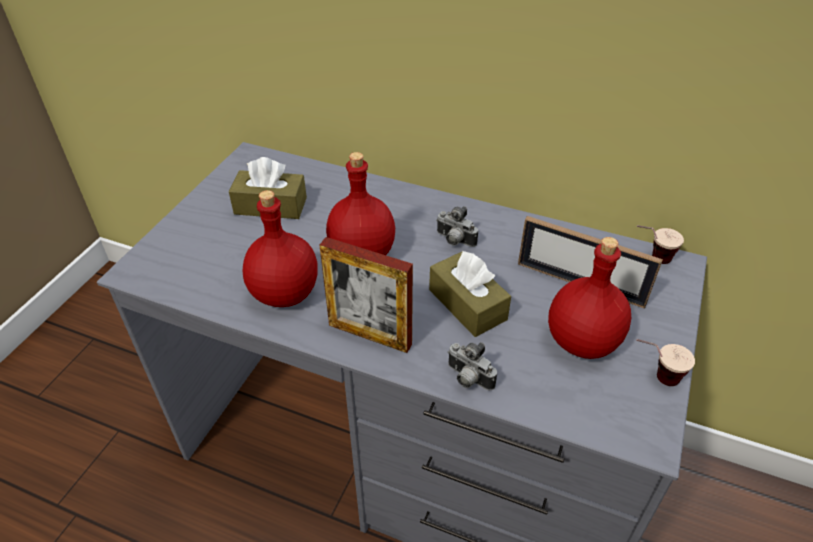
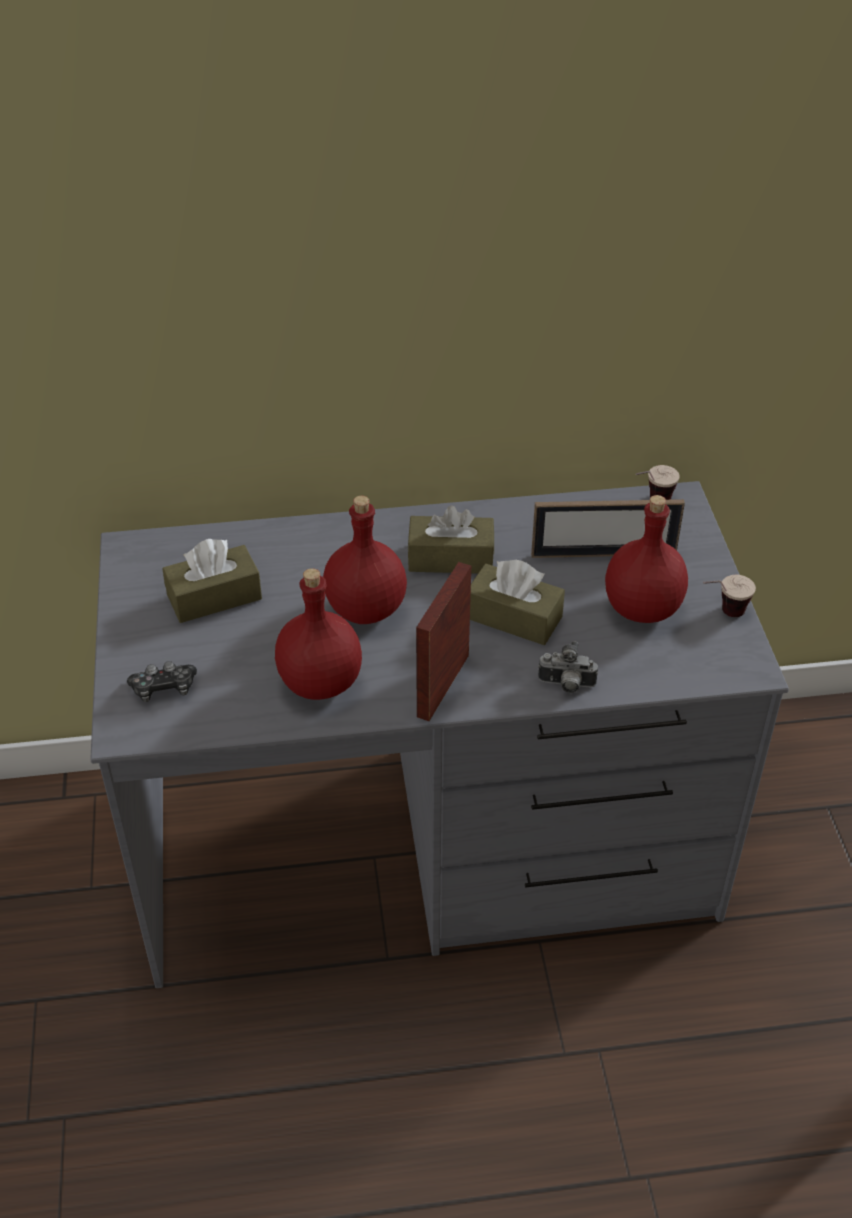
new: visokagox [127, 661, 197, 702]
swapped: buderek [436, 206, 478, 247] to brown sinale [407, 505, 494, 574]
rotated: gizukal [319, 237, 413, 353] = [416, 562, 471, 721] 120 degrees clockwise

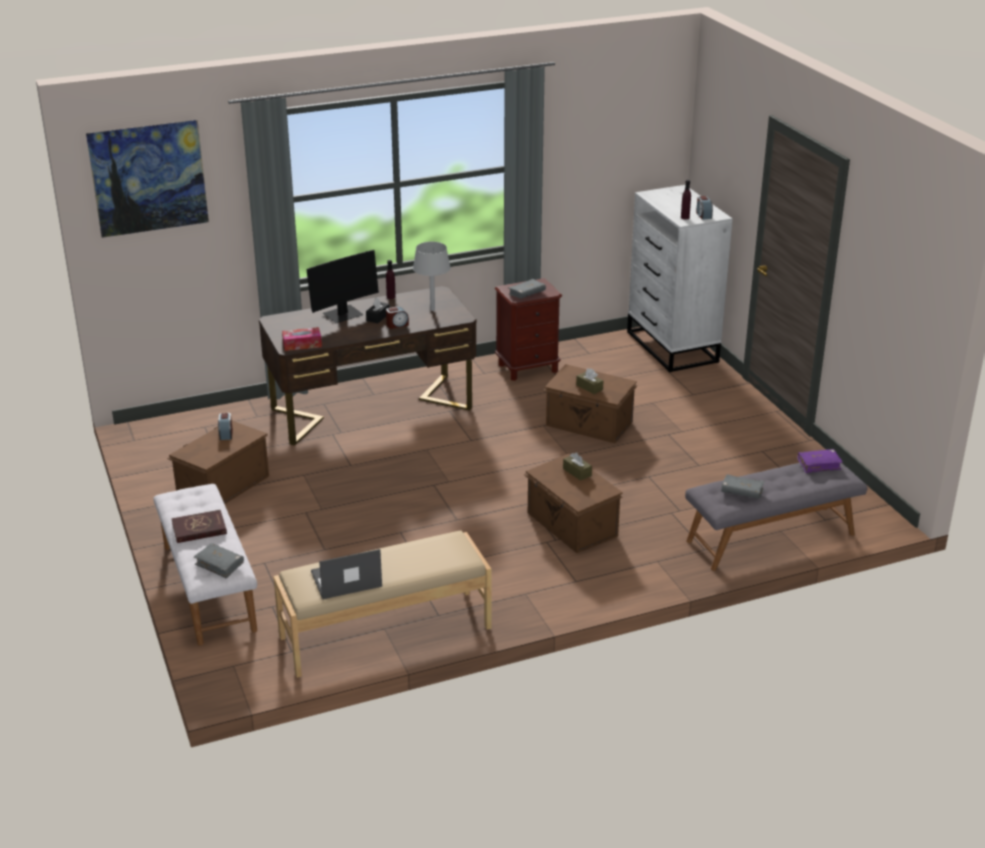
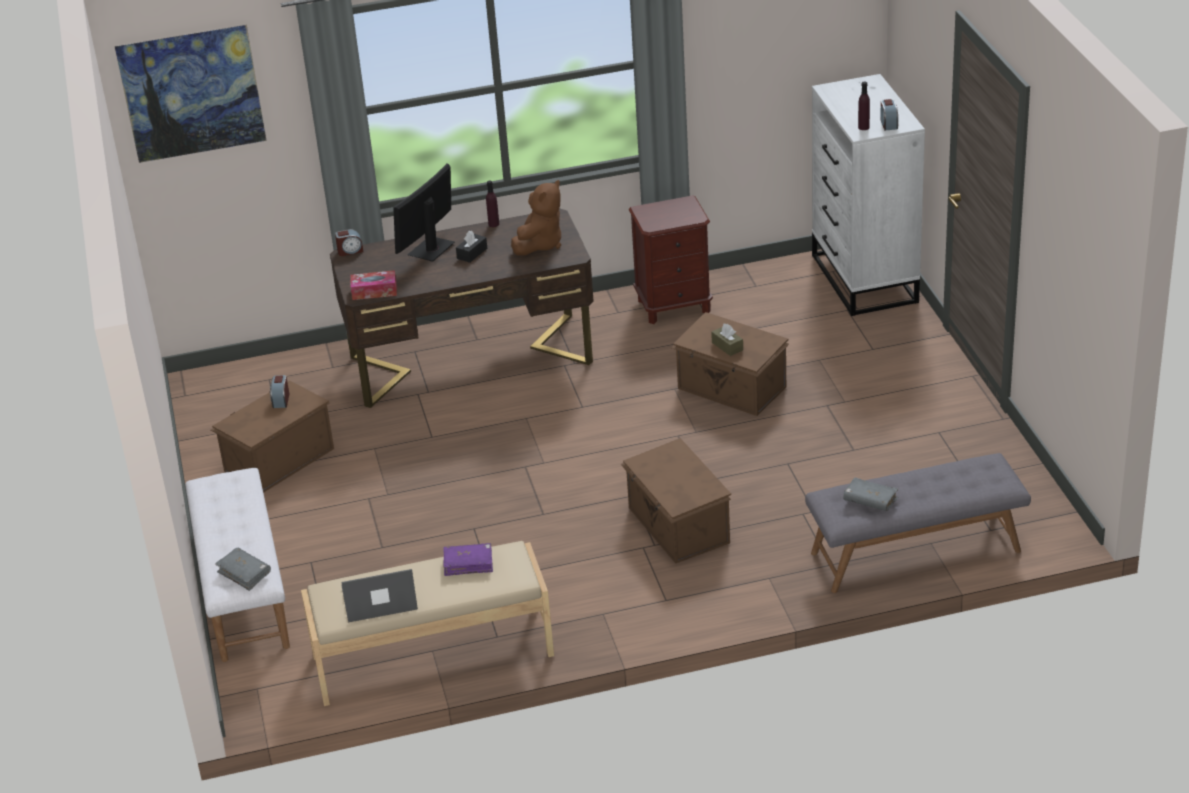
gone: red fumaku [171, 510, 227, 543]; grey fumaku [508, 279, 546, 299]; brown sinale [563, 452, 592, 481]
shifted: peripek [386, 307, 409, 329] to [335, 229, 363, 256]; purple fumaku [797, 449, 843, 473] to [443, 543, 493, 576]
swapped: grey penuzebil [413, 242, 451, 311] to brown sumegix [511, 180, 562, 256]
rotated: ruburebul [307, 250, 379, 323] = [393, 163, 455, 262] 150 degrees clockwise

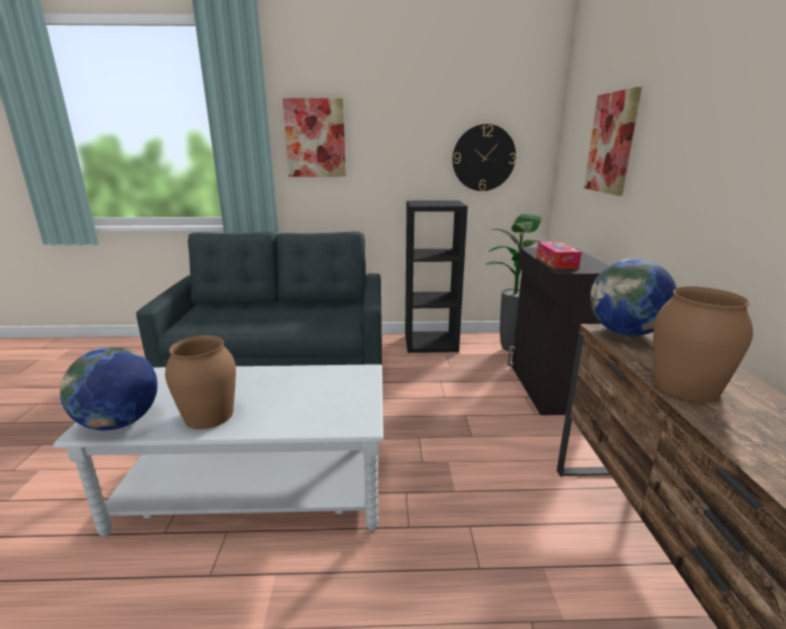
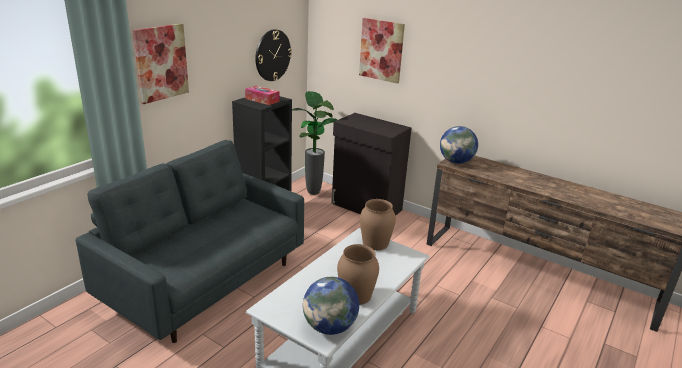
shifted: sinale [536, 242, 582, 269] to [245, 86, 280, 105]; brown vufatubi [653, 286, 753, 402] to [360, 199, 396, 250]

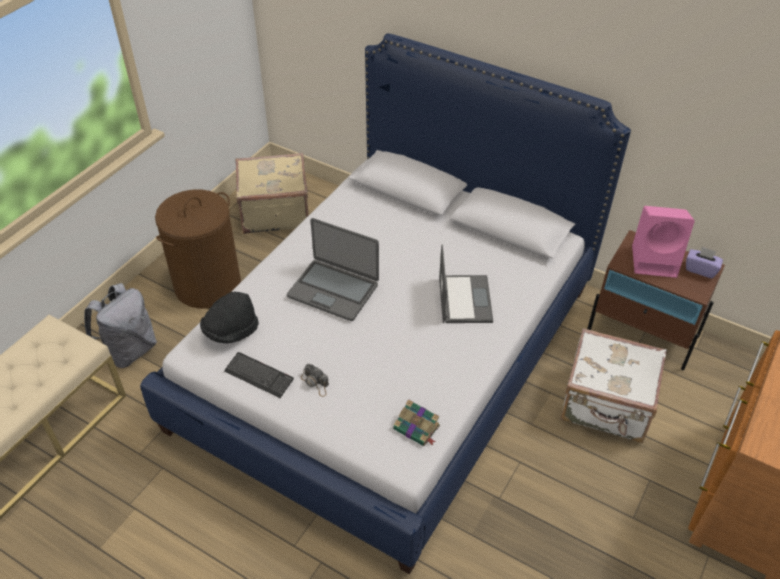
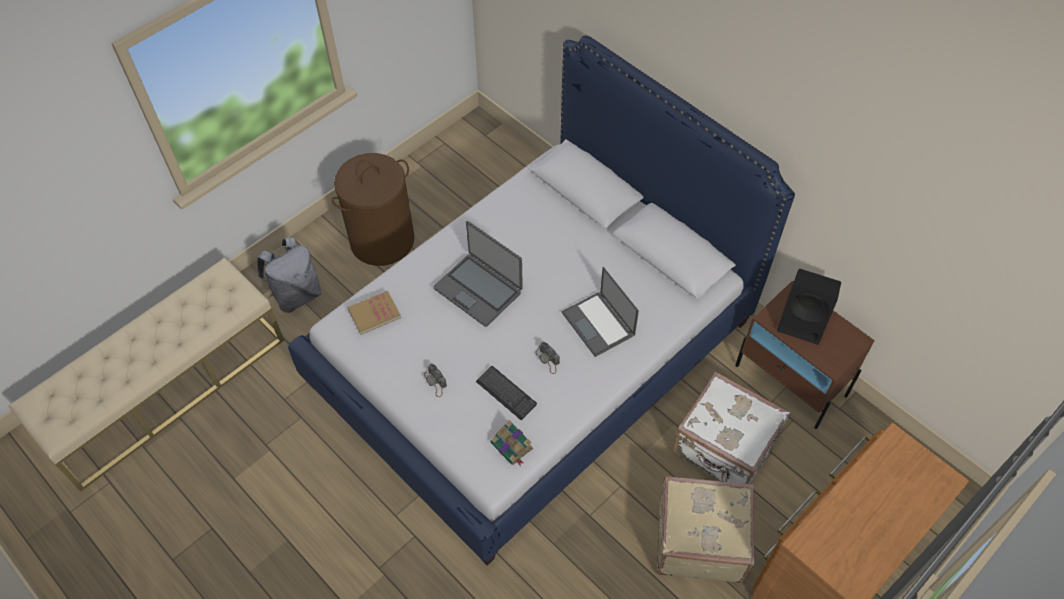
gone: purple sinale [686, 247, 723, 278]
new: buderek [535, 342, 560, 374]
shifted: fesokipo [224, 352, 294, 398] to [476, 366, 537, 421]; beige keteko [235, 153, 309, 234] to [657, 476, 755, 583]
swapped: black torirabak [200, 291, 259, 344] to fumaku [347, 291, 401, 335]
repainted: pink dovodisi [632, 206, 695, 278] to black dovodisi [777, 269, 841, 345]
rotated: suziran [439, 245, 493, 323] = [562, 267, 639, 357] 135 degrees clockwise

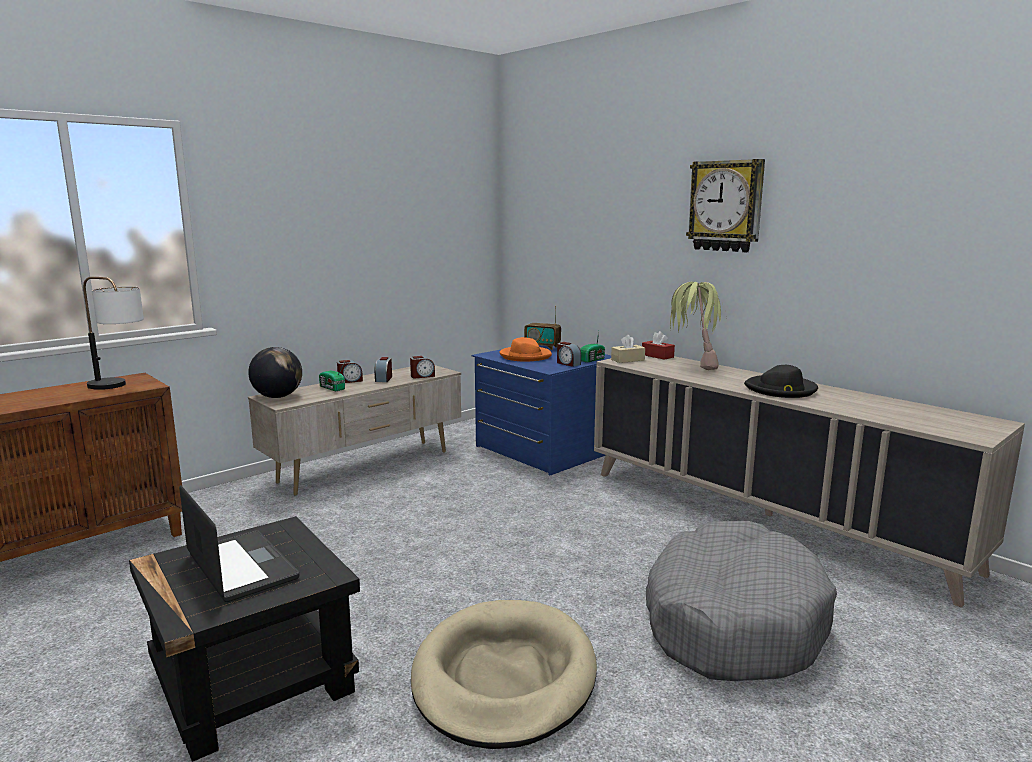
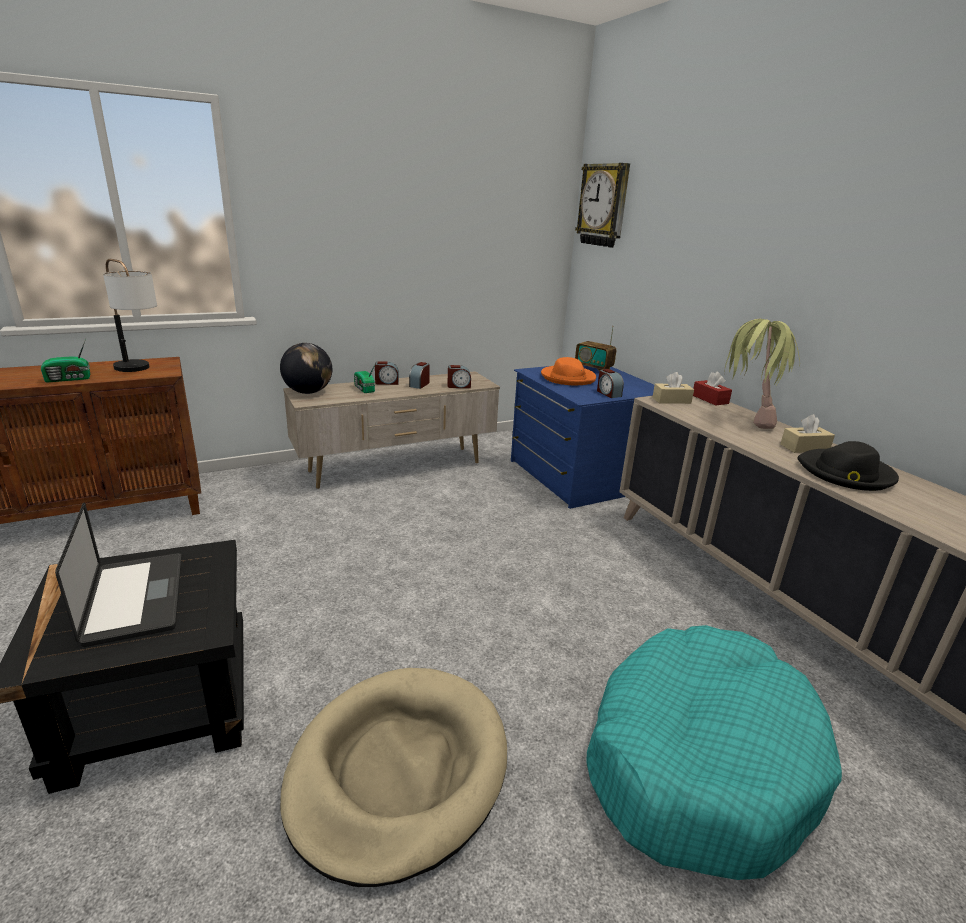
new: beige sinale [781, 414, 835, 453]
shifted: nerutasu [580, 331, 605, 363] to [41, 339, 90, 383]; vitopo [686, 159, 765, 252] to [575, 163, 630, 248]
repainted: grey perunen [646, 521, 837, 681] to turquoise perunen [586, 625, 842, 880]

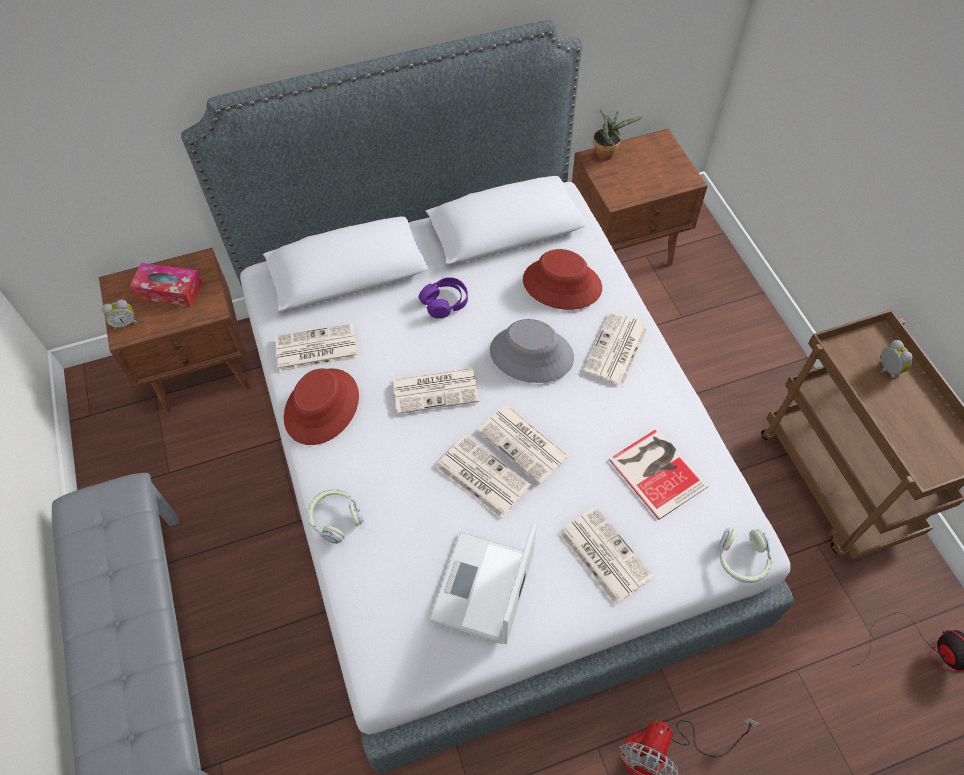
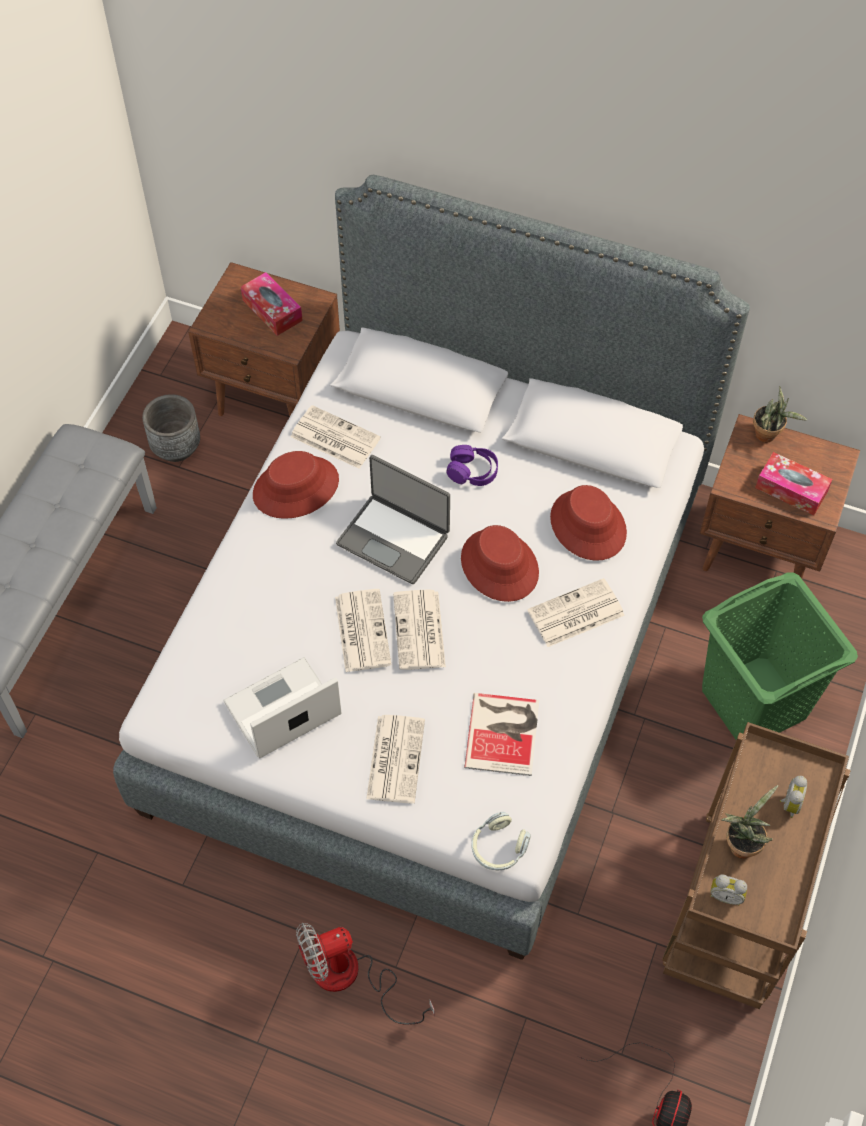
gone: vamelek [307, 489, 364, 544]
new: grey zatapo [142, 394, 200, 462]; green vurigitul [702, 572, 858, 740]; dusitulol [721, 785, 779, 859]; sinale [755, 452, 832, 515]
shifted: peripek [102, 299, 137, 330] to [710, 875, 747, 905]
swapped: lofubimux [393, 368, 479, 414] to suziran [336, 455, 450, 584]
repainted: grey torirabak [490, 319, 574, 383] to red torirabak [461, 525, 539, 602]

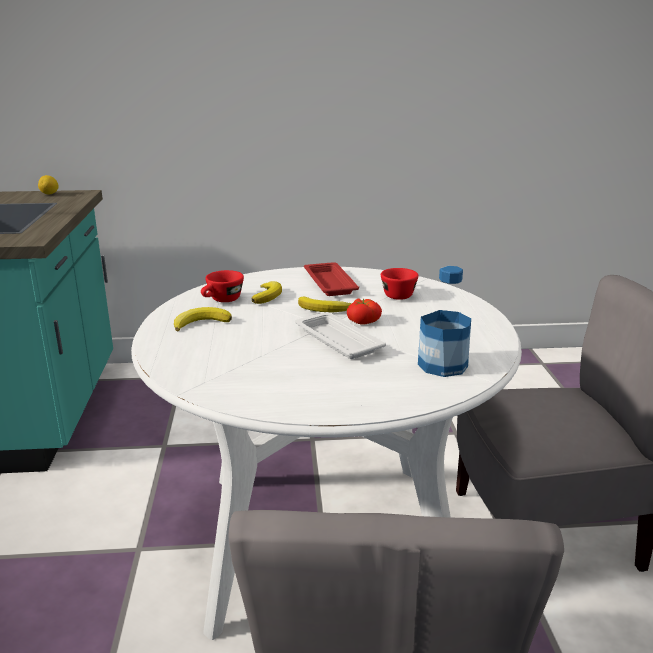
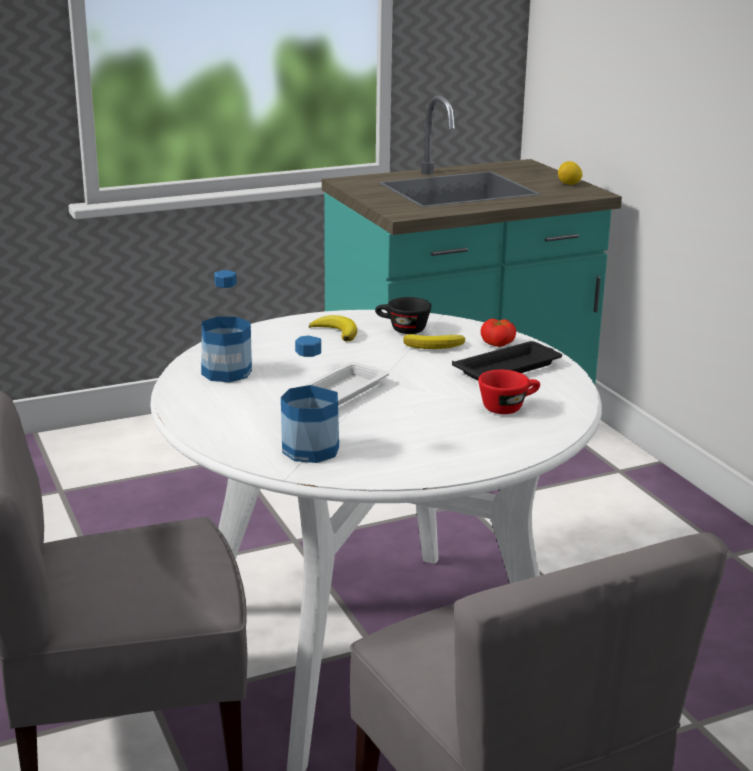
gone: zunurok [298, 297, 351, 312]
new: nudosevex [201, 270, 252, 382]
shifted: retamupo [347, 299, 382, 325] to [480, 319, 516, 347]
repainted: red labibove [201, 270, 244, 302] to black labibove [375, 297, 431, 334]; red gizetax [304, 262, 359, 296] to black gizetax [452, 341, 562, 381]

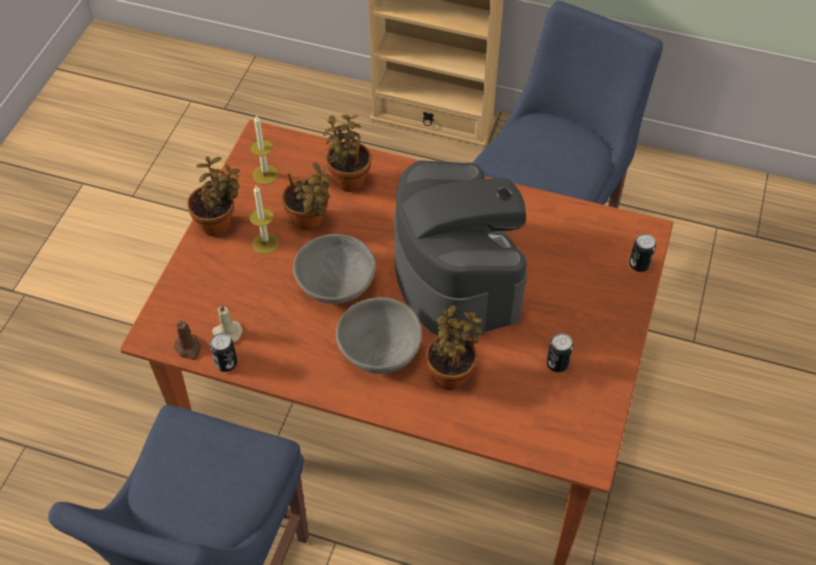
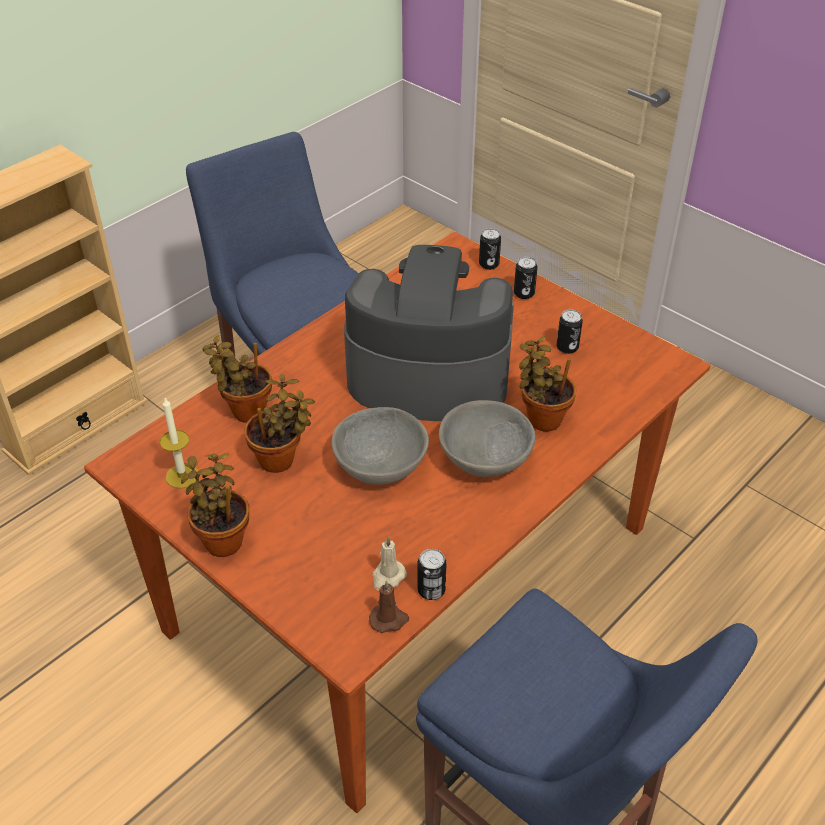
gone: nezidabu [249, 186, 279, 254]
new: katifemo [514, 257, 538, 299]

